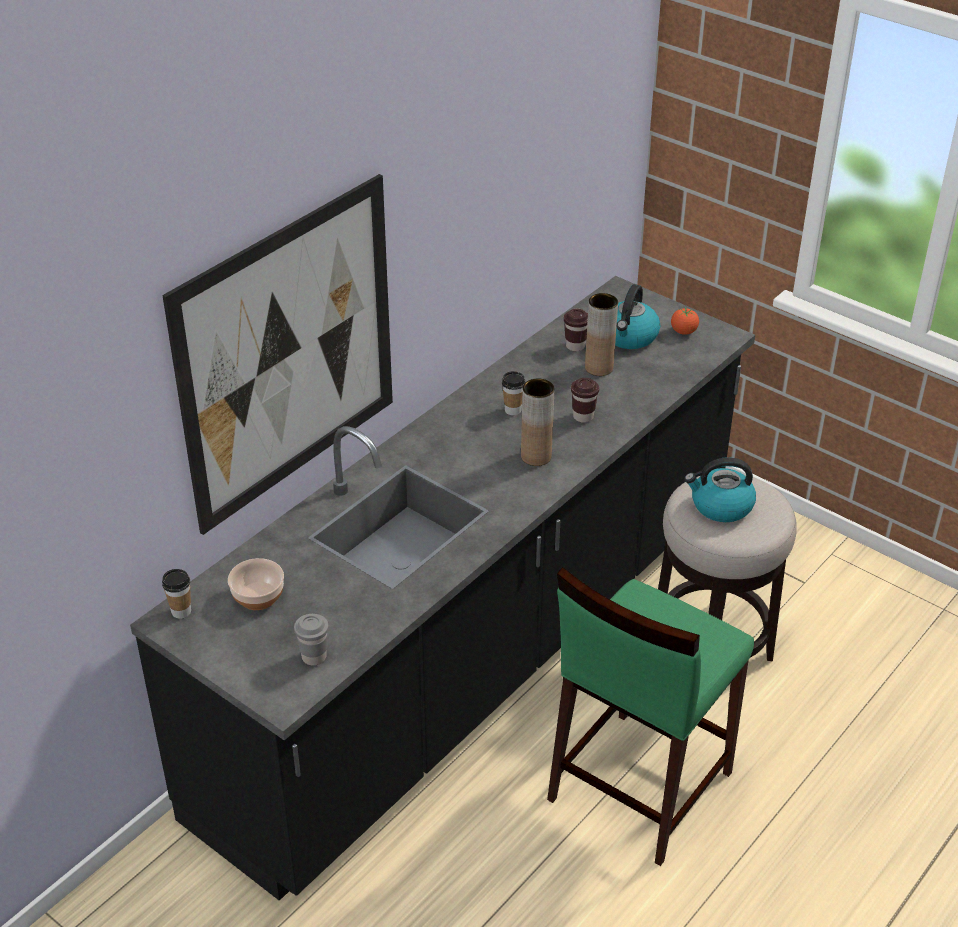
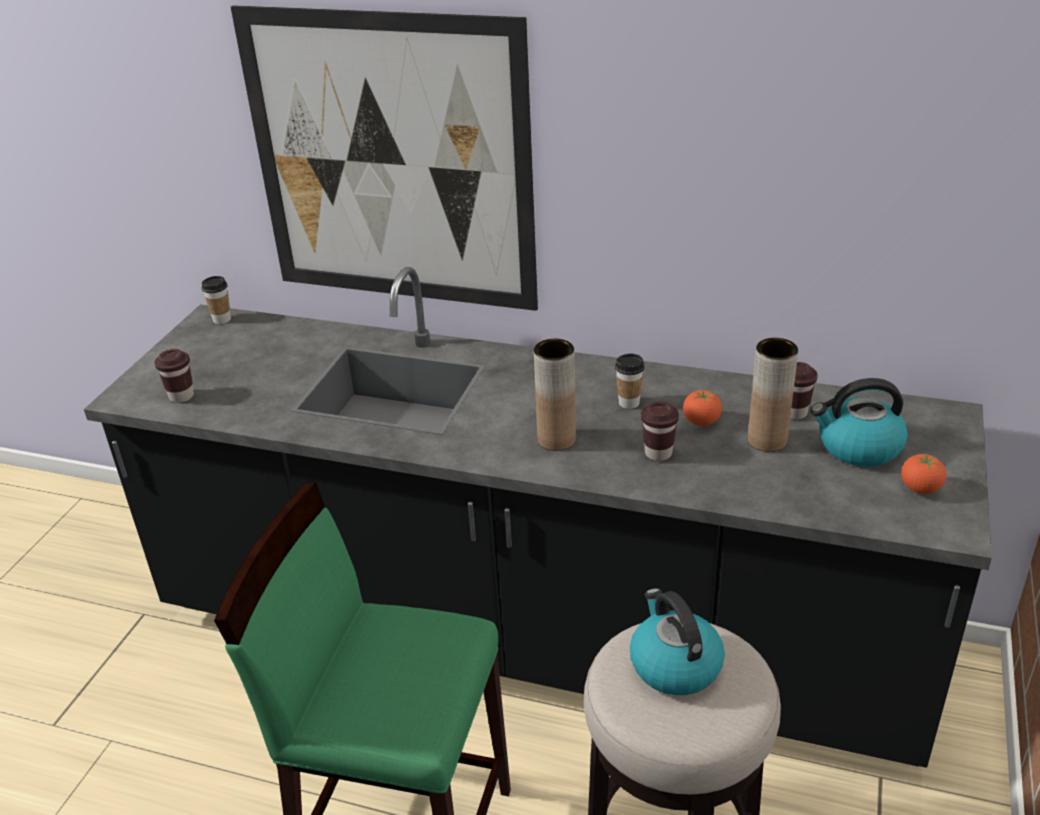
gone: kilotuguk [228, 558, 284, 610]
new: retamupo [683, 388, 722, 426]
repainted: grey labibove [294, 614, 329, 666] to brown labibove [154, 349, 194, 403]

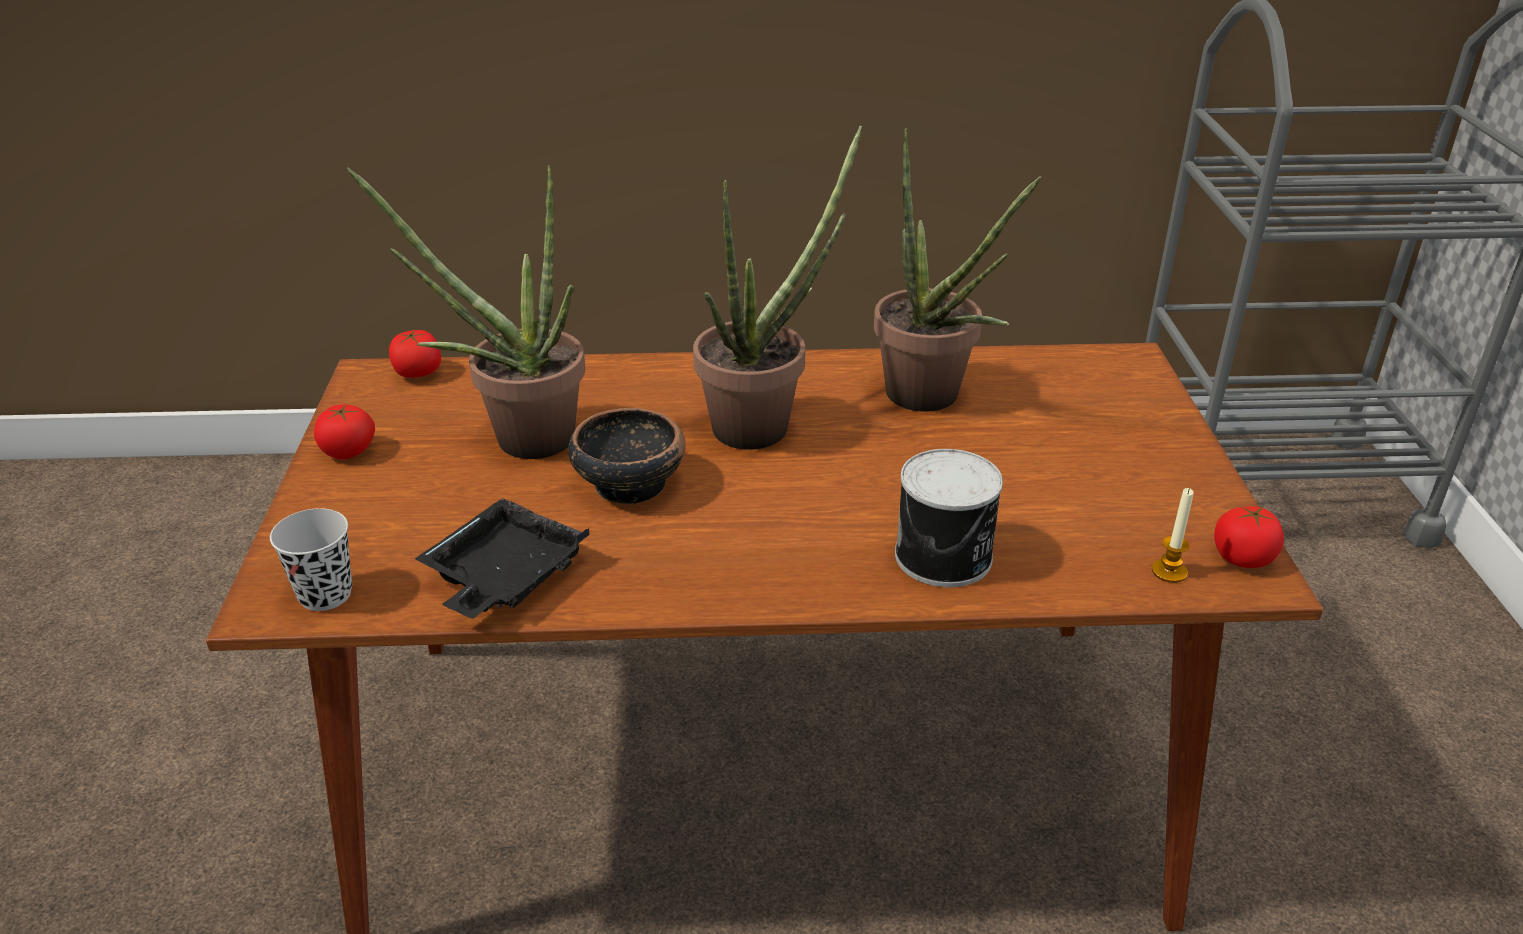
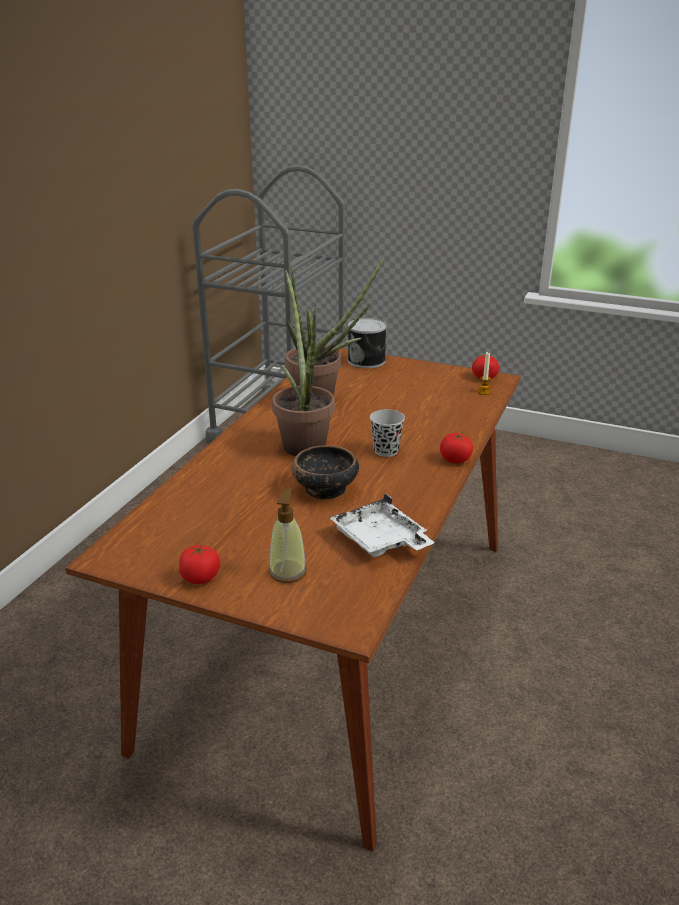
gone: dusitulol [347, 165, 585, 459]
new: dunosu [269, 489, 307, 583]
shifted: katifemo [895, 449, 1003, 587] to [348, 318, 387, 368]; black labibove [270, 508, 352, 611] to [370, 409, 405, 457]; retamupo [389, 330, 441, 378] to [440, 433, 473, 464]
repainted: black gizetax [415, 498, 590, 619] to white gizetax [329, 493, 435, 557]

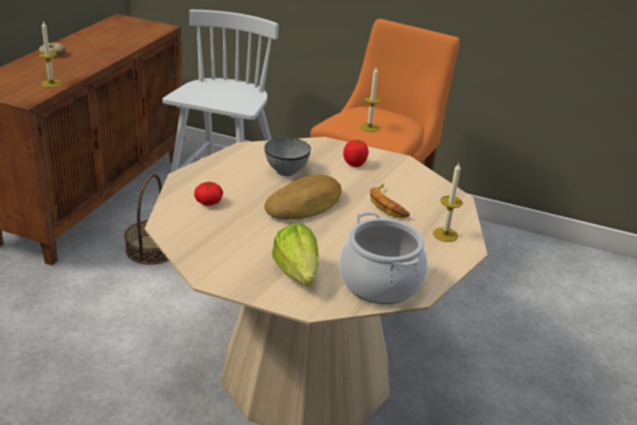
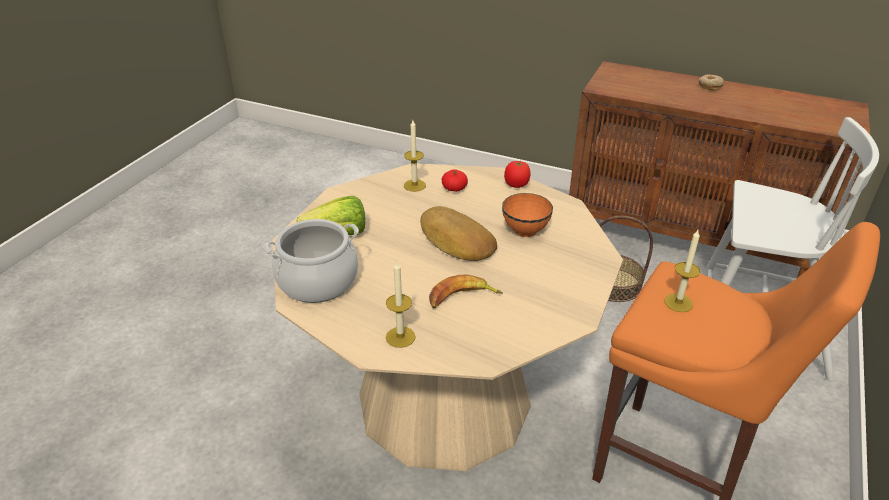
shifted: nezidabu [39, 21, 62, 88] to [404, 120, 426, 192]; retamupo [343, 140, 368, 167] to [504, 161, 531, 188]
repainted: grey kilotuguk [264, 137, 311, 176] to orange kilotuguk [502, 193, 553, 237]

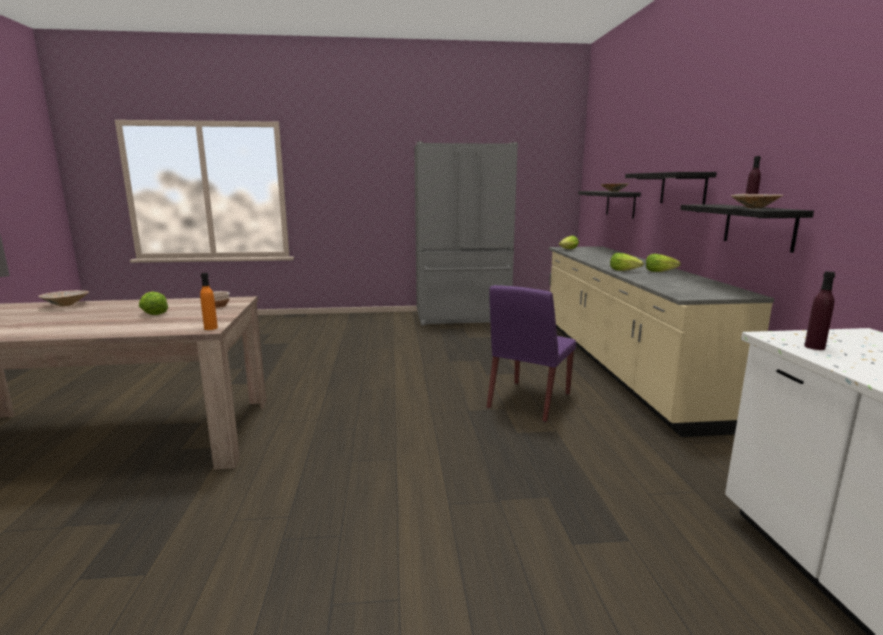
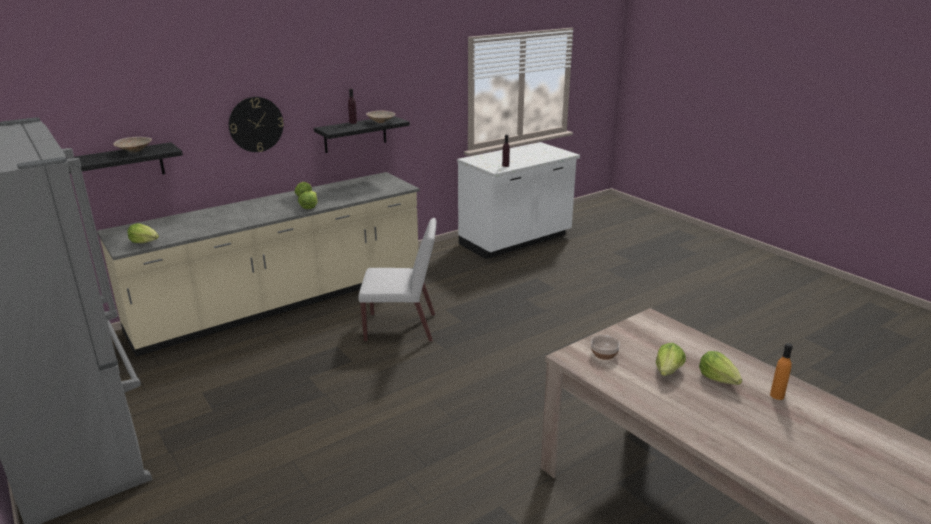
gone: beige kilotuguk [38, 290, 89, 307]
new: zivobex [699, 351, 742, 385]
shifted: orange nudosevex [200, 273, 218, 330] to [770, 343, 793, 400]
swapped: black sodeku [625, 172, 717, 205] to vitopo [229, 97, 284, 152]
repainted: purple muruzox [487, 285, 576, 422] to white muruzox [358, 218, 437, 342]

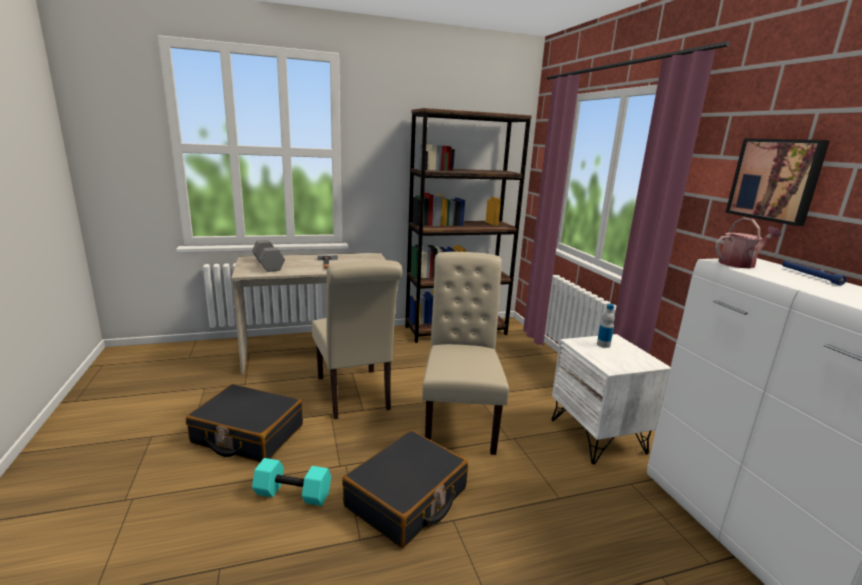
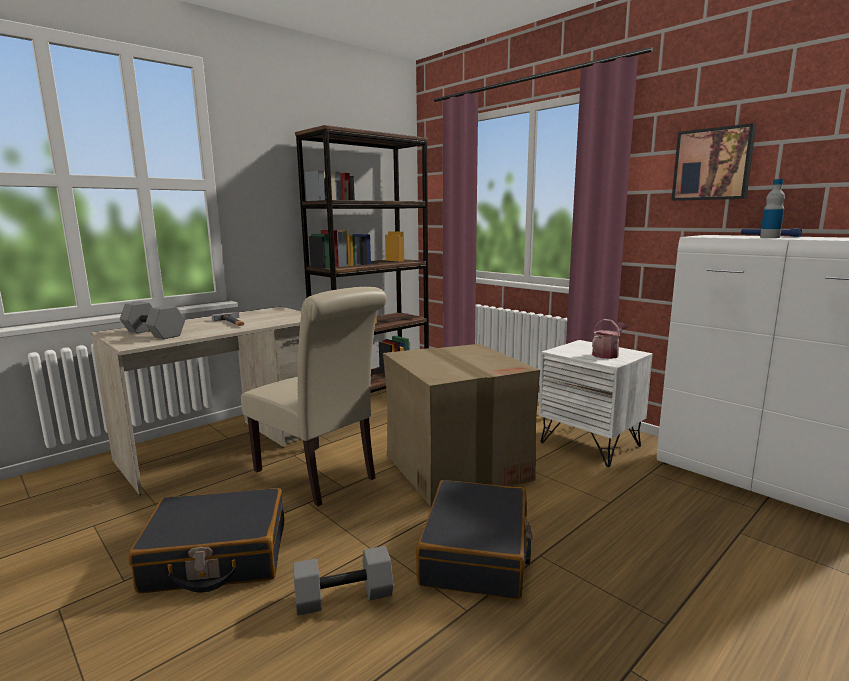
shifted: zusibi [715, 218, 781, 268] to [592, 319, 628, 359]; nudosevex [597, 304, 615, 348] to [760, 179, 785, 238]
swapped: beige muruzox [422, 252, 509, 455] to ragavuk [383, 344, 540, 507]
repainted: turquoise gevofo [252, 458, 331, 506] to grey gevofo [293, 546, 394, 616]

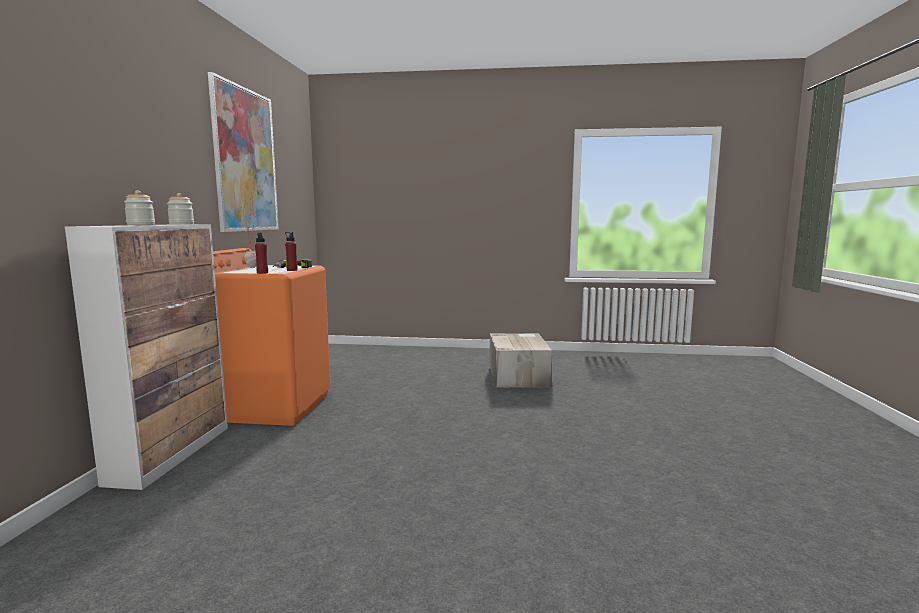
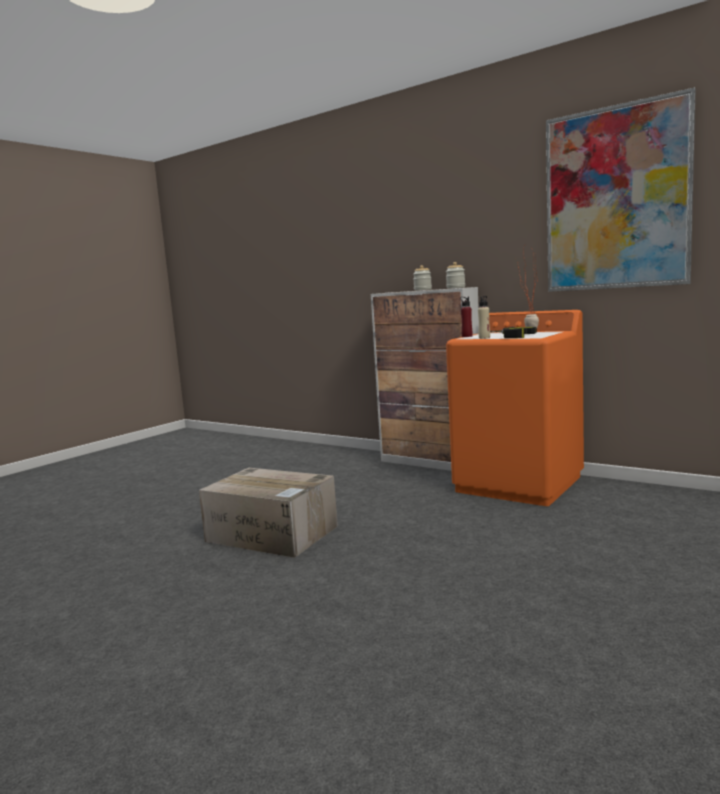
shifted: ragavuk [490, 333, 552, 388] to [199, 468, 338, 558]
repainted: red nudosevex [285, 232, 298, 271] to beige nudosevex [478, 296, 490, 339]

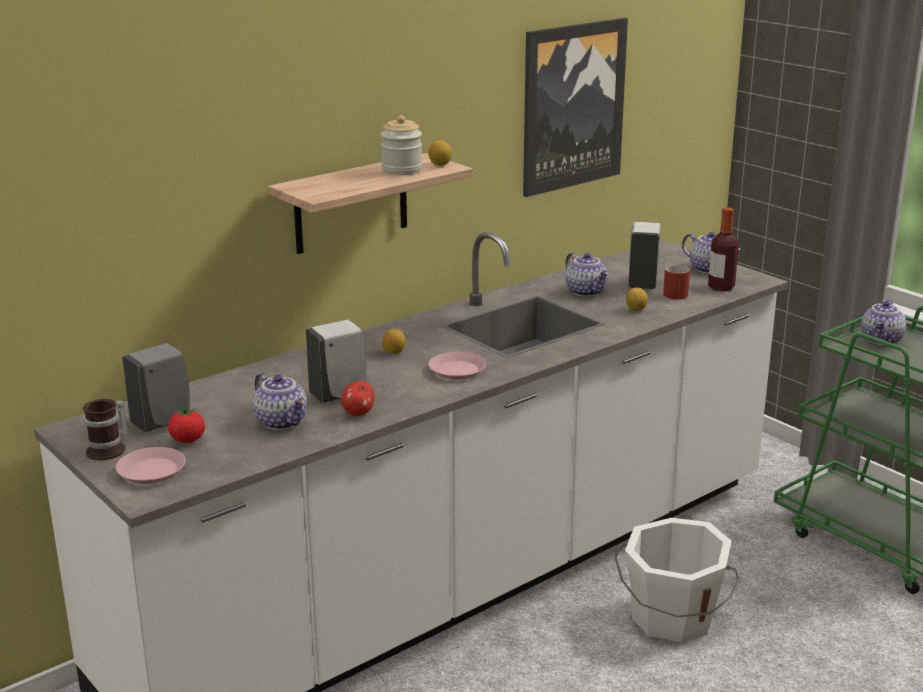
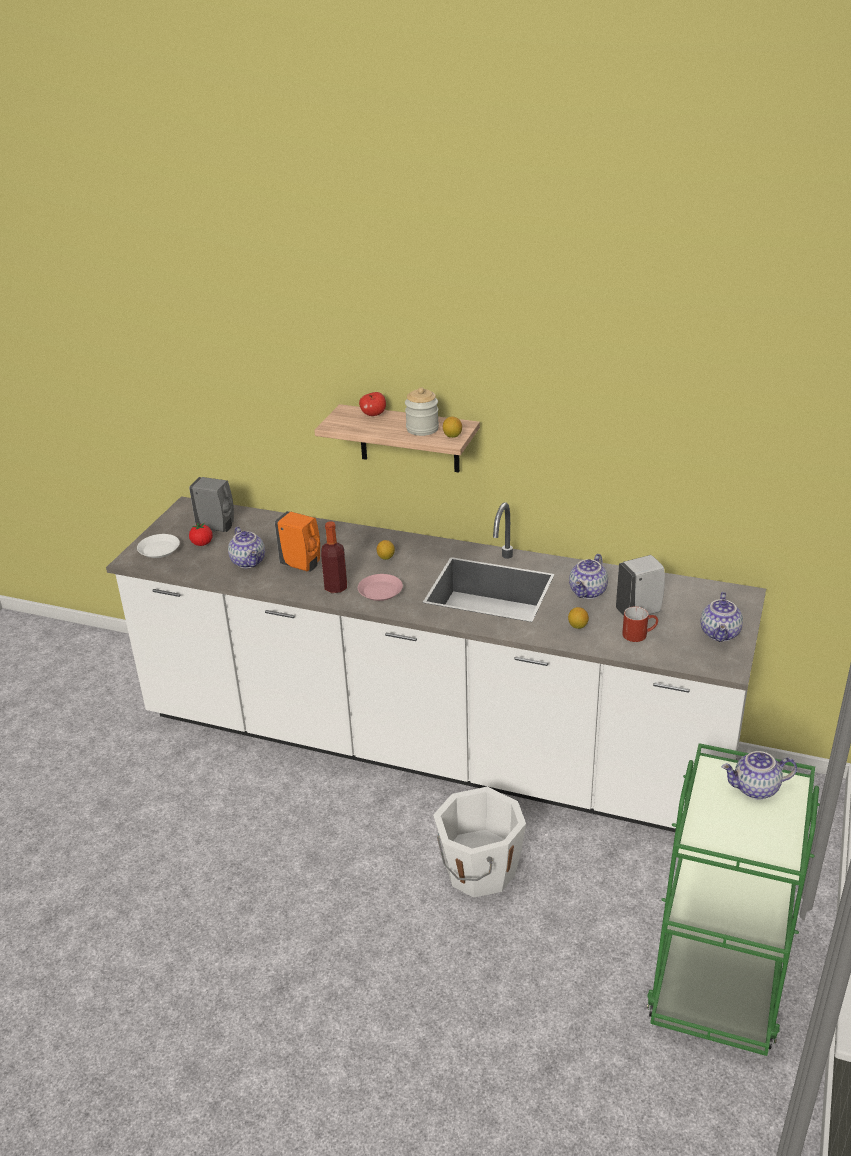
gone: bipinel [83, 399, 128, 460]; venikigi [523, 18, 628, 197]
shifted: nudosevex [708, 207, 739, 292] to [321, 521, 347, 593]; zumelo [341, 381, 375, 416] to [359, 392, 386, 416]
repainted: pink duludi [116, 447, 186, 484] to white duludi [137, 534, 180, 558]; white dunosu [306, 319, 366, 403] to orange dunosu [275, 511, 320, 572]
rotated: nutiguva [253, 373, 307, 430] = [228, 527, 265, 568] 45 degrees counterclockwise

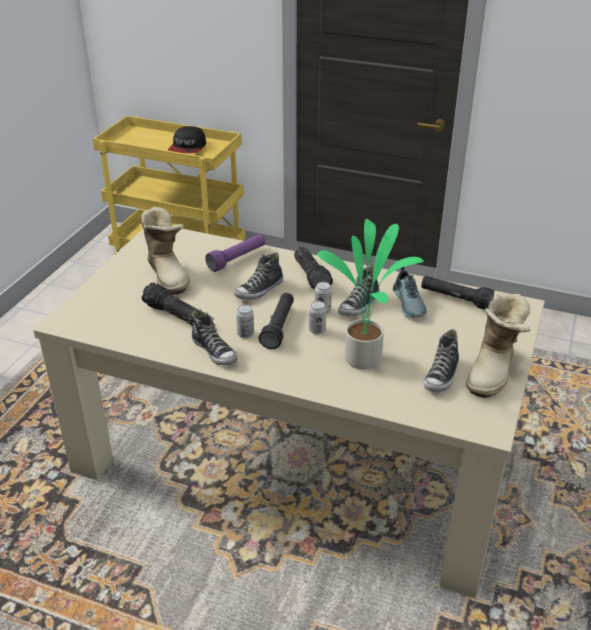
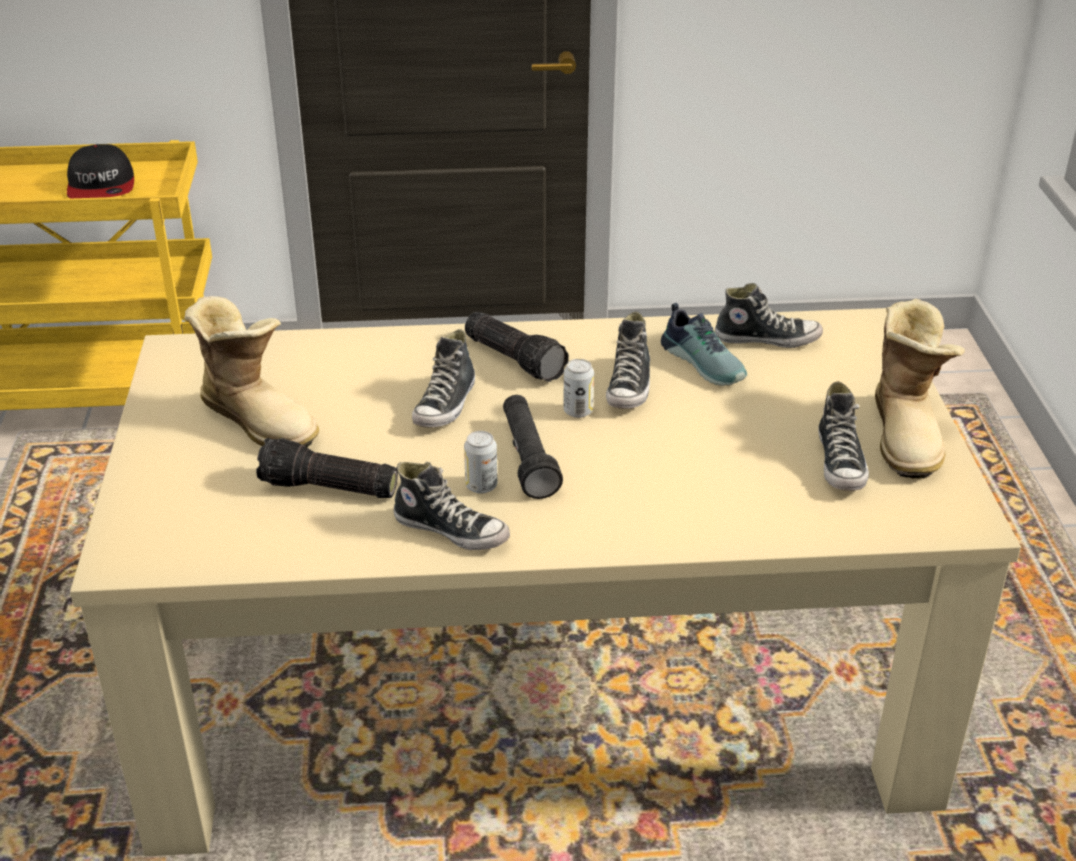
gone: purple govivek [205, 234, 265, 272]; katifemo [309, 301, 326, 334]; dusitulol [317, 219, 424, 369]
swapped: black govivek [421, 276, 494, 310] to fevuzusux [715, 283, 823, 348]

